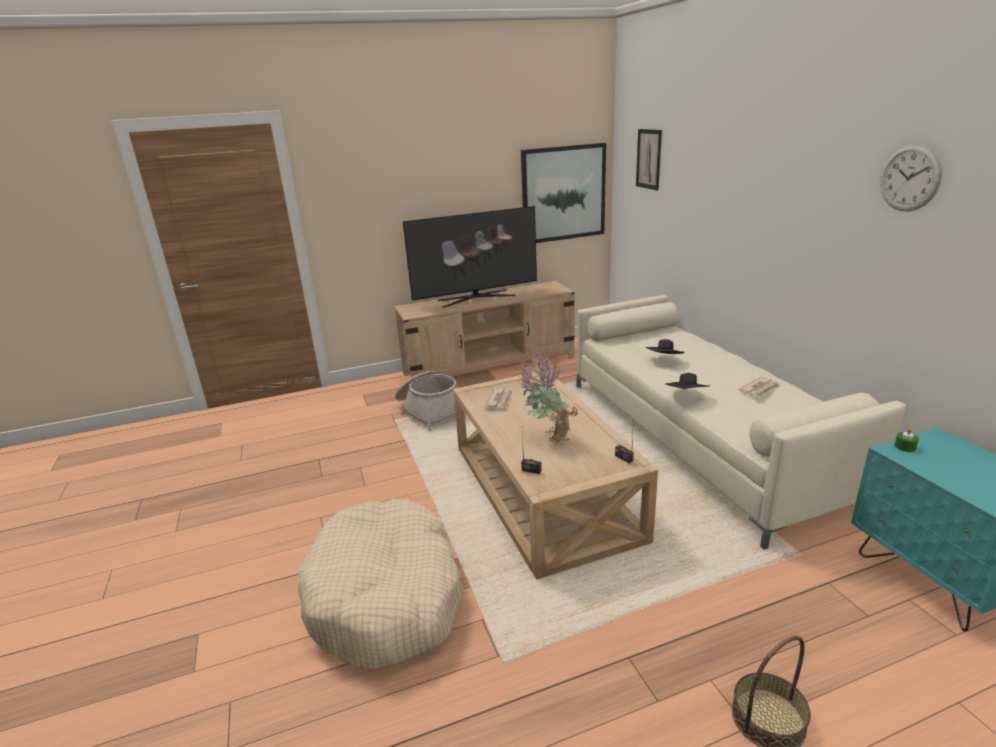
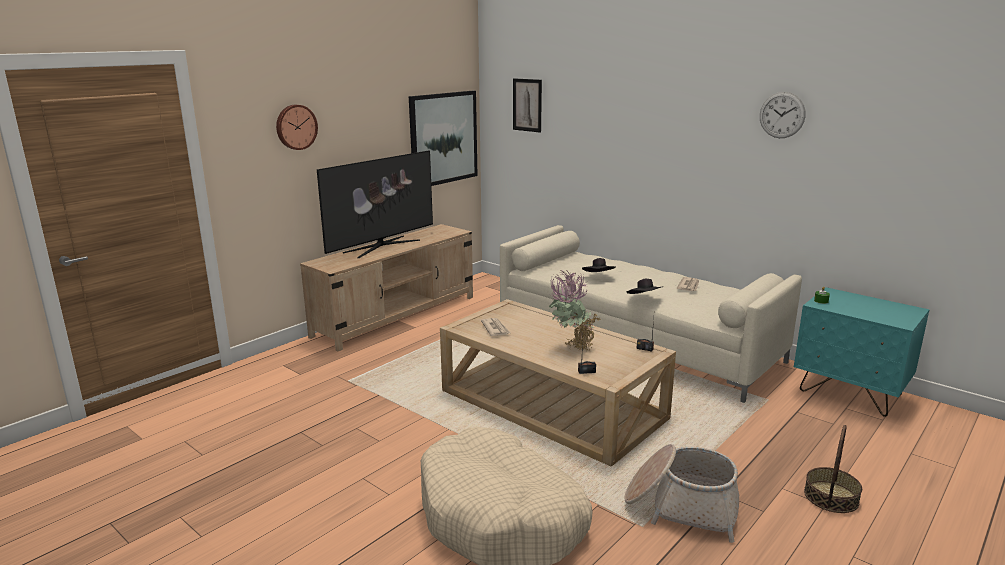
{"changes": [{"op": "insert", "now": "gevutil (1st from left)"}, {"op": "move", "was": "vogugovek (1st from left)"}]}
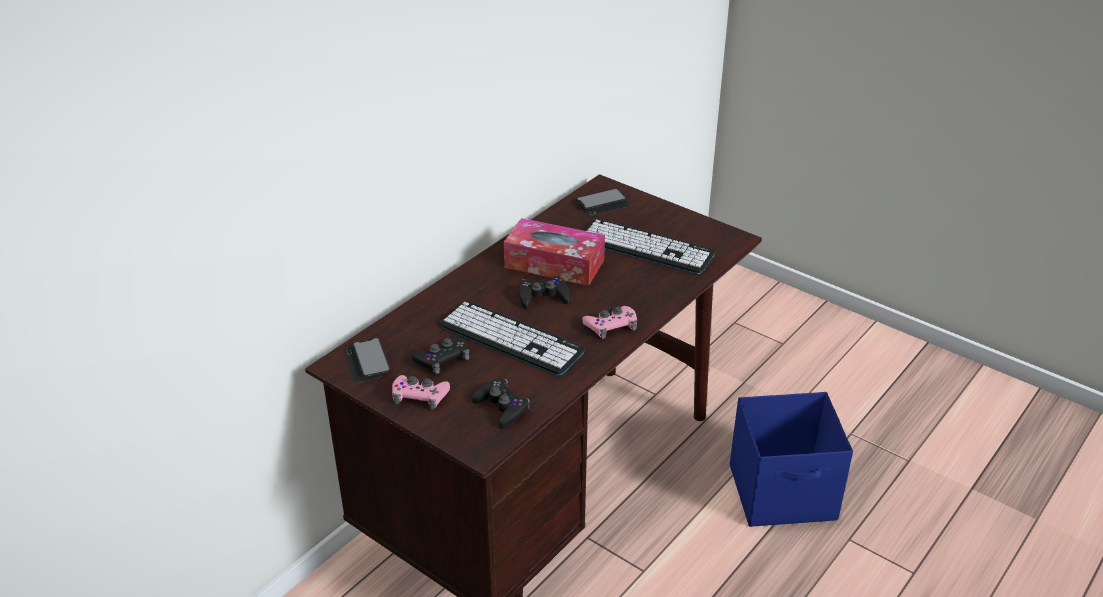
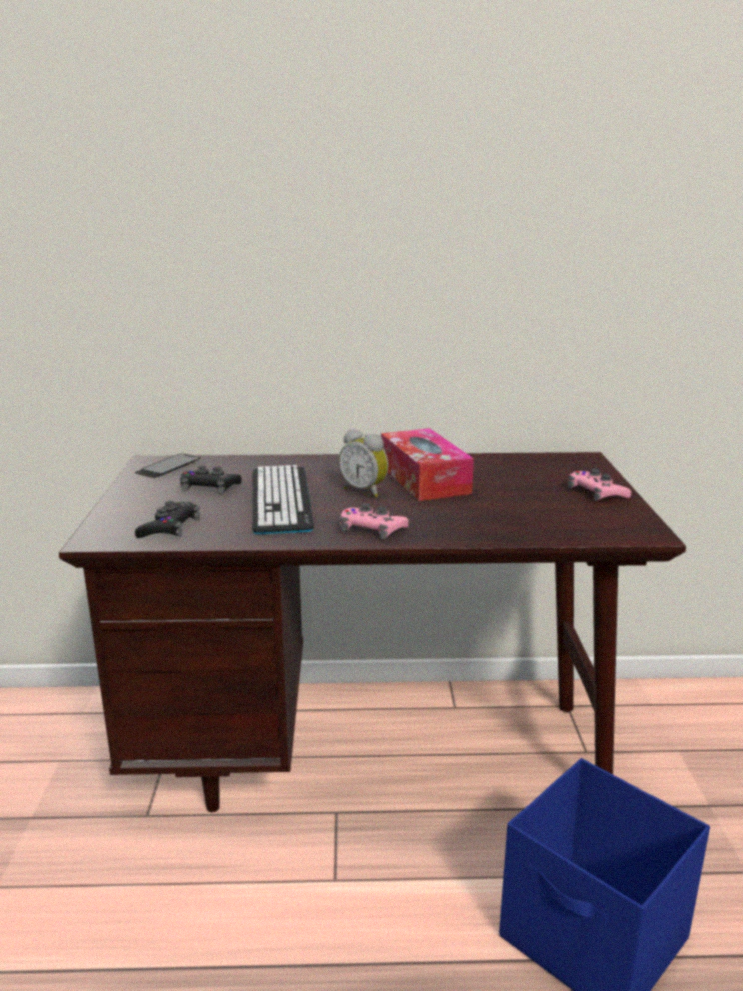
{"changes": [{"op": "replace", "was": "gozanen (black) (3rd from left)", "now": "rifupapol"}, {"op": "move", "was": "gozanen (pink) (1st from left in the first image)", "now": "gozanen (pink) (2nd from left)"}, {"op": "delete", "was": "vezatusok (2nd from left)"}, {"op": "delete", "was": "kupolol (2nd from left)"}]}
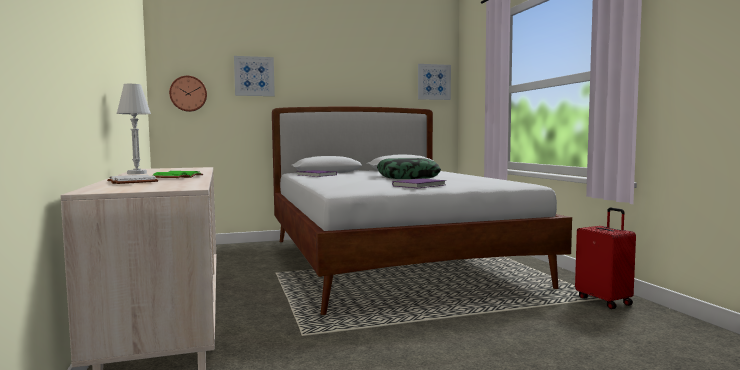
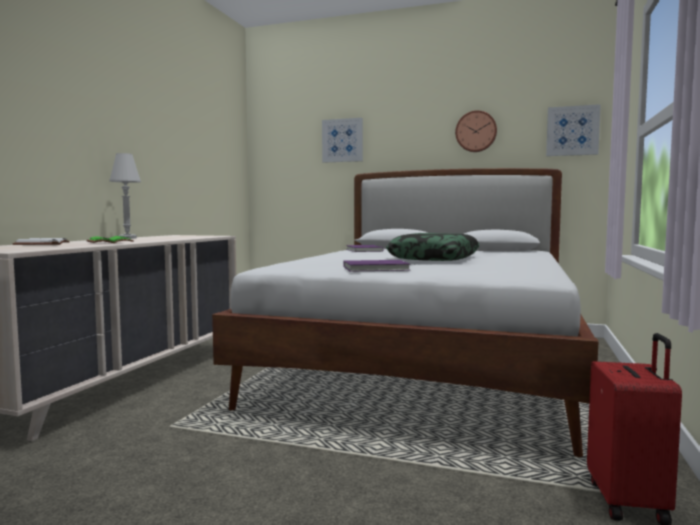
{"changes": [{"op": "move", "was": "gevutil"}]}
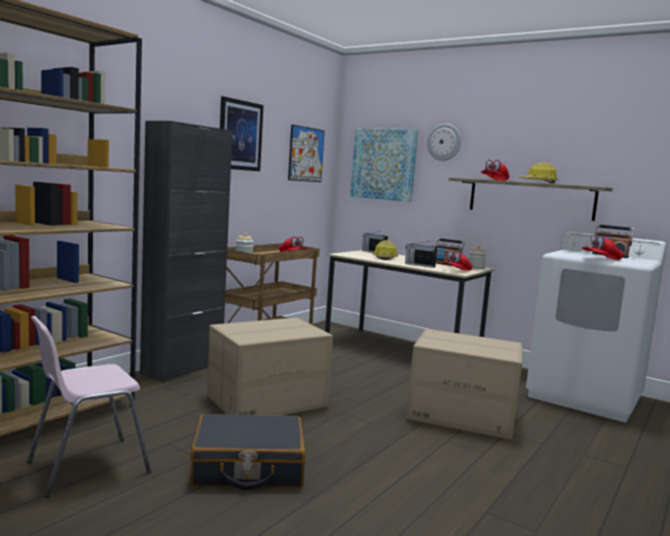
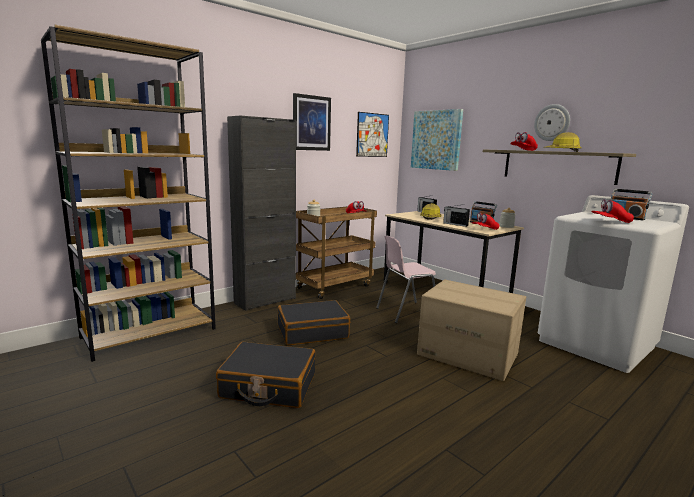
{"changes": [{"op": "replace", "was": "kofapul (1st from left)", "now": "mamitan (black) (2nd from left)"}, {"op": "move", "was": "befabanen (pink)"}, {"op": "move", "was": "gevutil"}]}
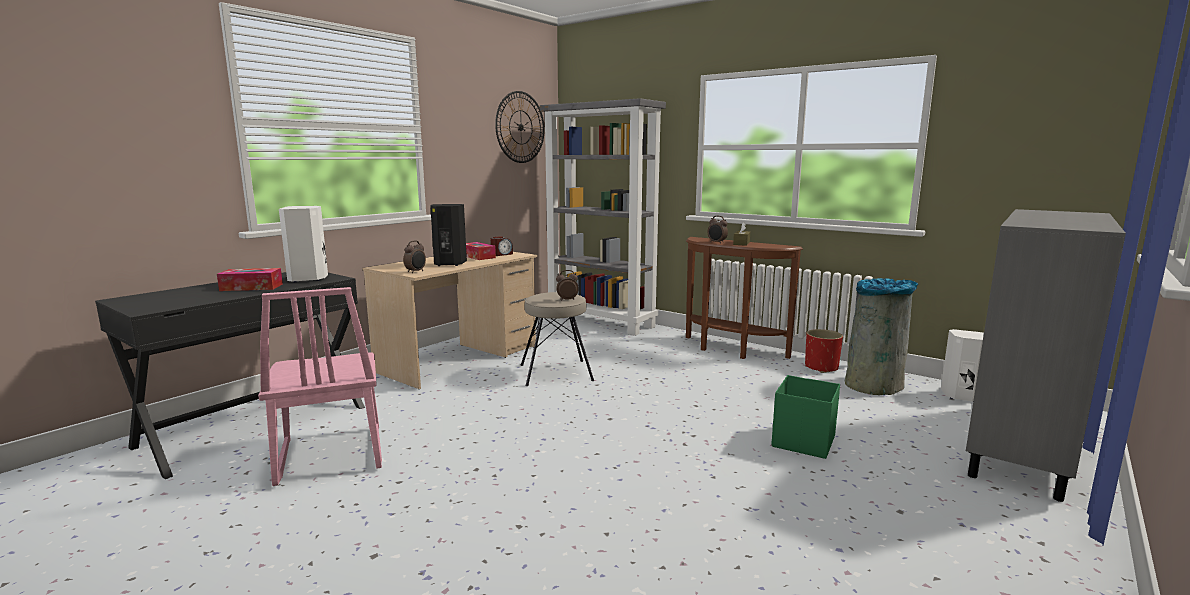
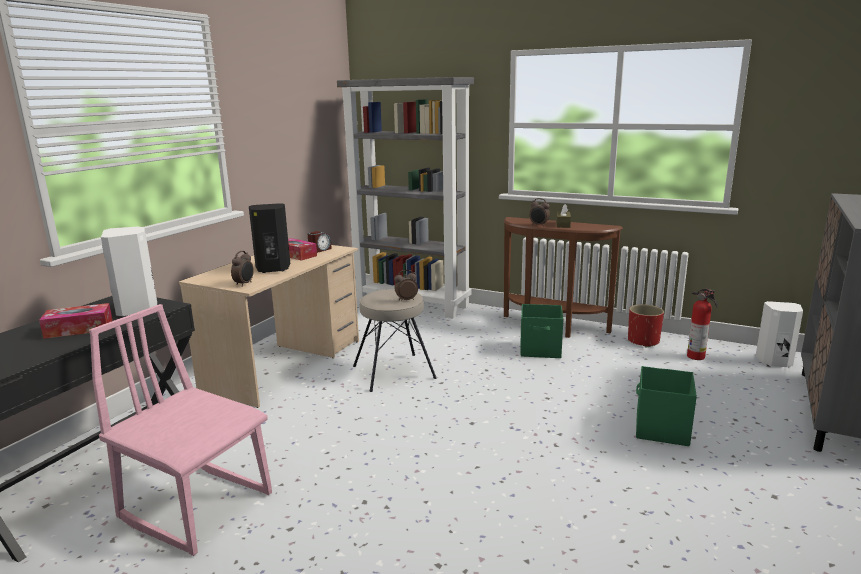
{"changes": [{"op": "rotate", "was": "befabanen (pink)", "clockwise": 150}, {"op": "insert", "now": "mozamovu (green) (1st from left)"}, {"op": "replace", "was": "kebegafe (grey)", "now": "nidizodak"}, {"op": "delete", "was": "gevutil"}]}
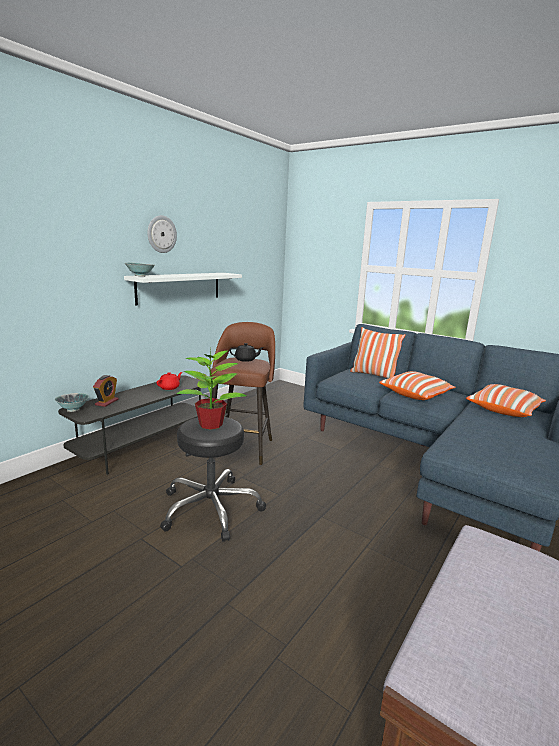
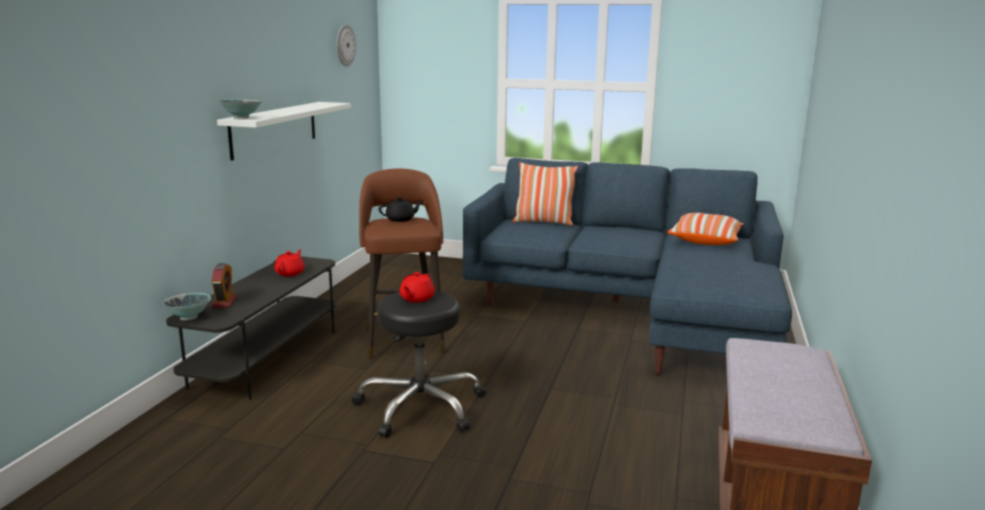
{"changes": [{"op": "move", "was": "gevutil"}, {"op": "replace", "was": "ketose", "now": "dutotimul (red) (2nd from left)"}, {"op": "delete", "was": "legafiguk (2nd from left)"}]}
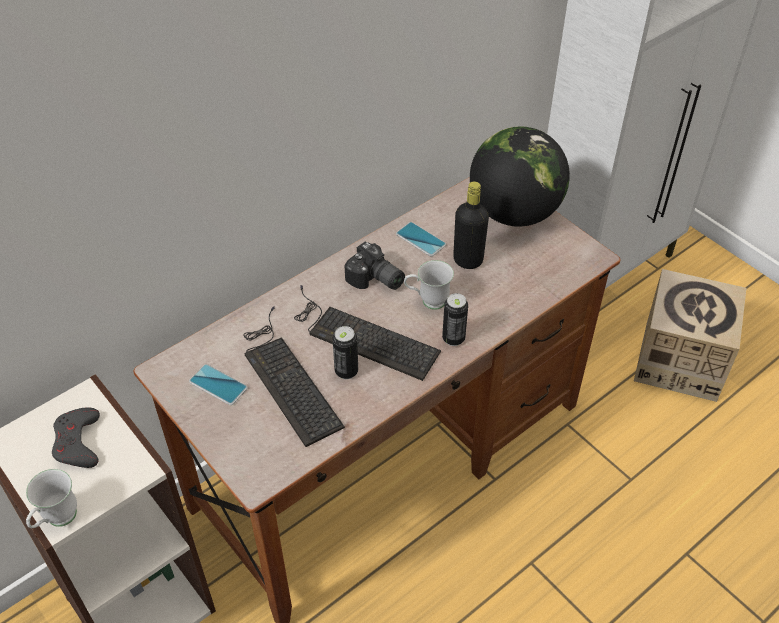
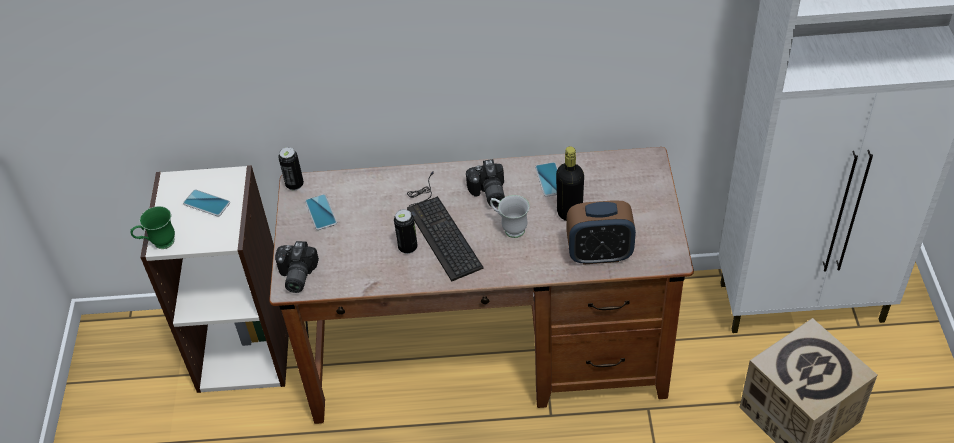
{"changes": [{"op": "recolor", "was": "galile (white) (1st from left)", "now": "galile (green)"}, {"op": "replace", "was": "gozanen (grey)", "now": "vezatusok (1st from left)"}, {"op": "insert", "now": "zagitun (1st from left)"}, {"op": "move", "was": "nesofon (2nd from left in the first image)", "now": "nesofon (1st from left)"}, {"op": "insert", "now": "rifupapol"}, {"op": "delete", "was": "kupolol (1st from left)"}, {"op": "delete", "was": "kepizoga"}]}
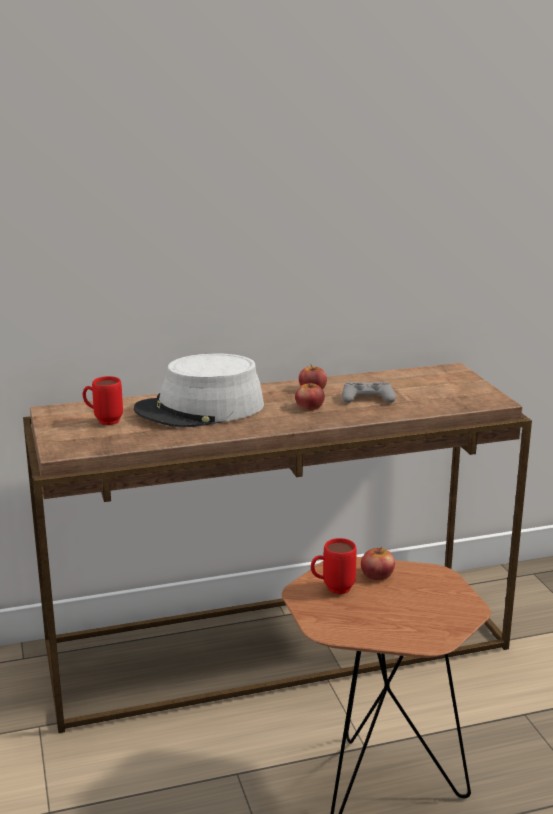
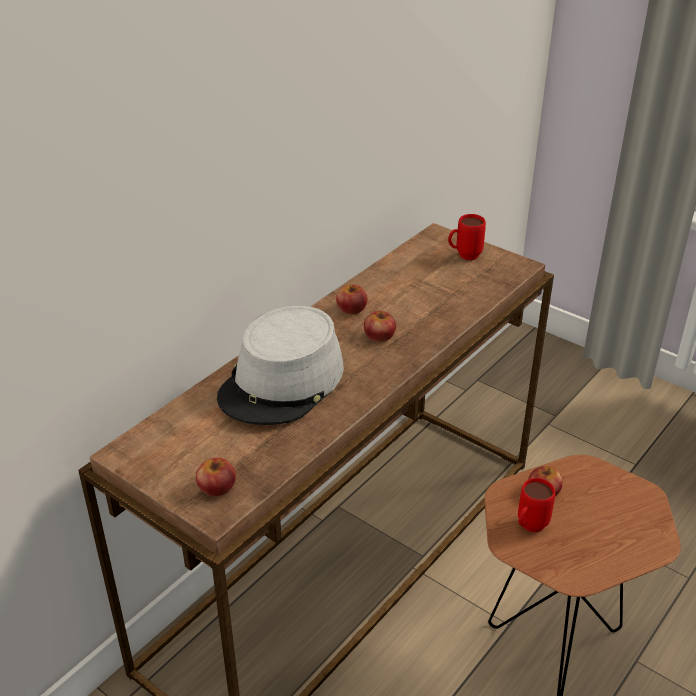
{"changes": [{"op": "insert", "now": "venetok (1st from left)"}, {"op": "move", "was": "galile (red) (1st from left)"}, {"op": "delete", "was": "gozanen (grey)"}]}
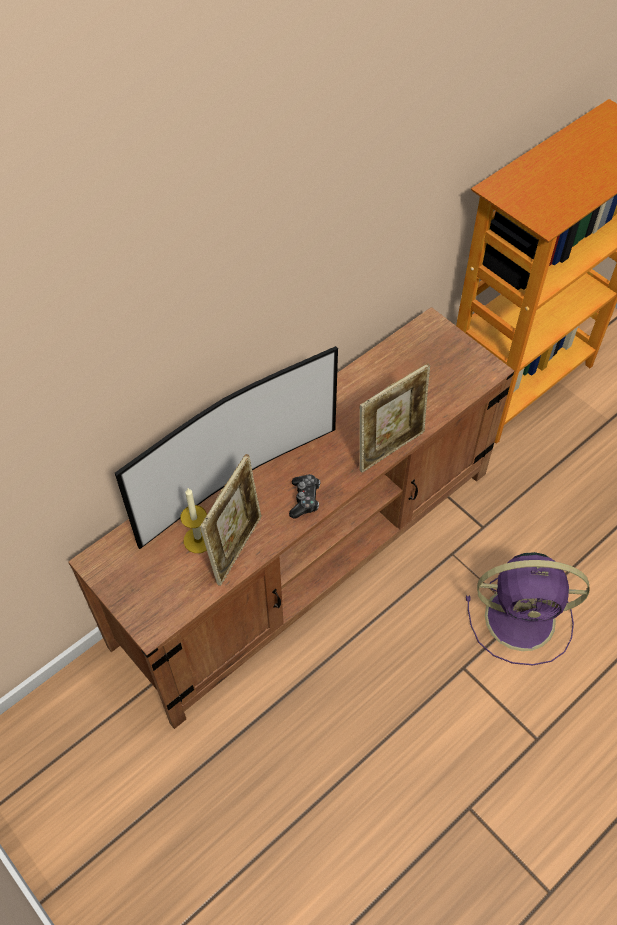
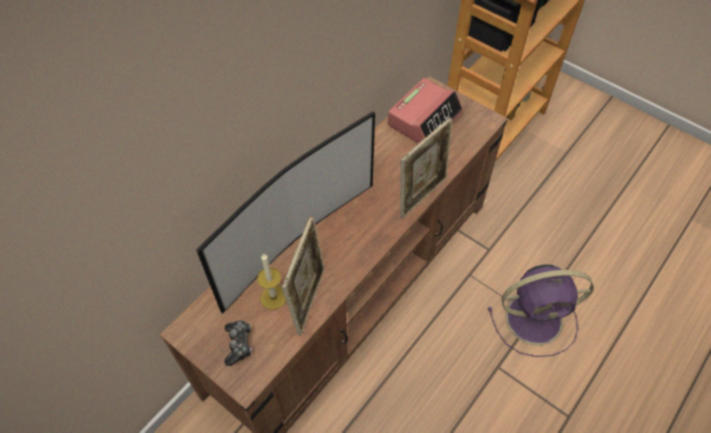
{"changes": [{"op": "move", "was": "gozanen"}, {"op": "insert", "now": "rifupapol"}]}
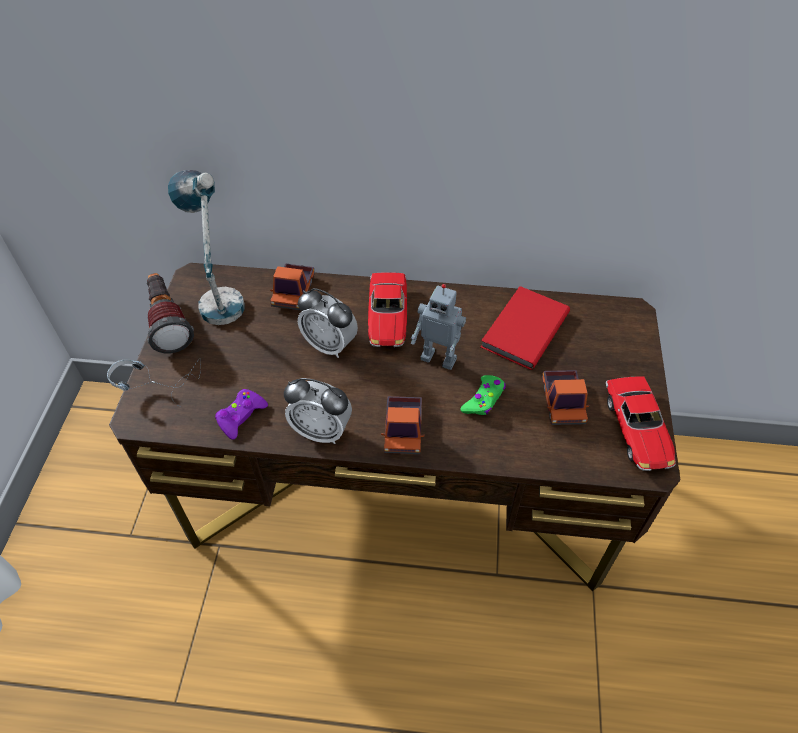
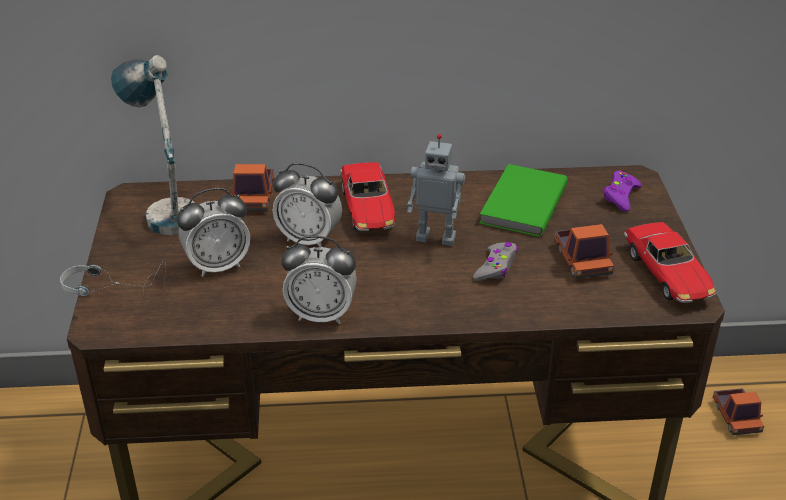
{"changes": [{"op": "insert", "now": "rifupapol (1st from left)"}, {"op": "recolor", "was": "gozanen (green)", "now": "gozanen (grey)"}, {"op": "recolor", "was": "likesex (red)", "now": "likesex (green)"}, {"op": "move", "was": "gozanen (purple)"}, {"op": "move", "was": "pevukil (2nd from left in the first image)", "now": "pevukil (3rd from left)"}, {"op": "delete", "was": "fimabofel"}]}
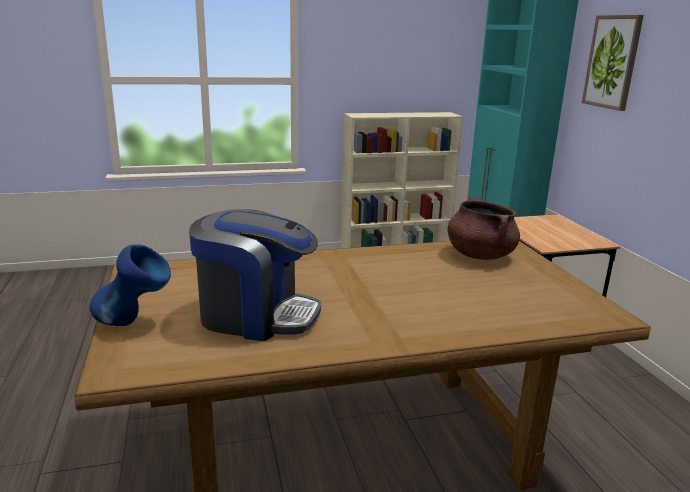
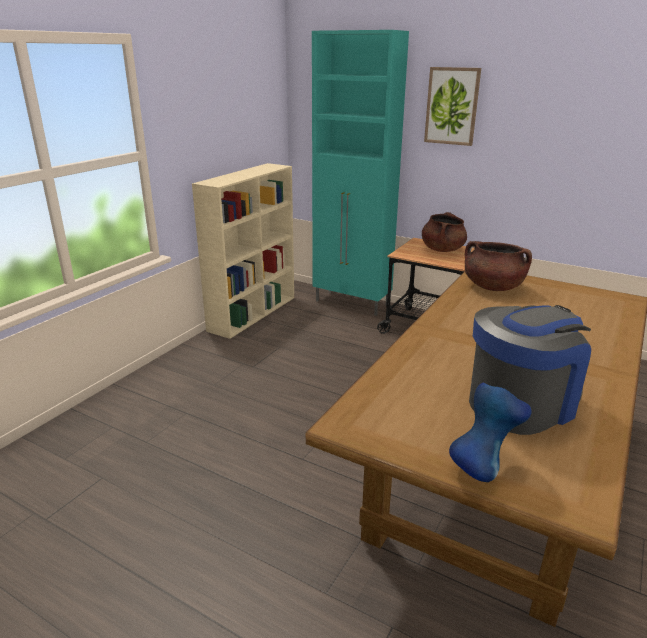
{"changes": [{"op": "insert", "now": "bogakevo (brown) (1st from left)"}]}
